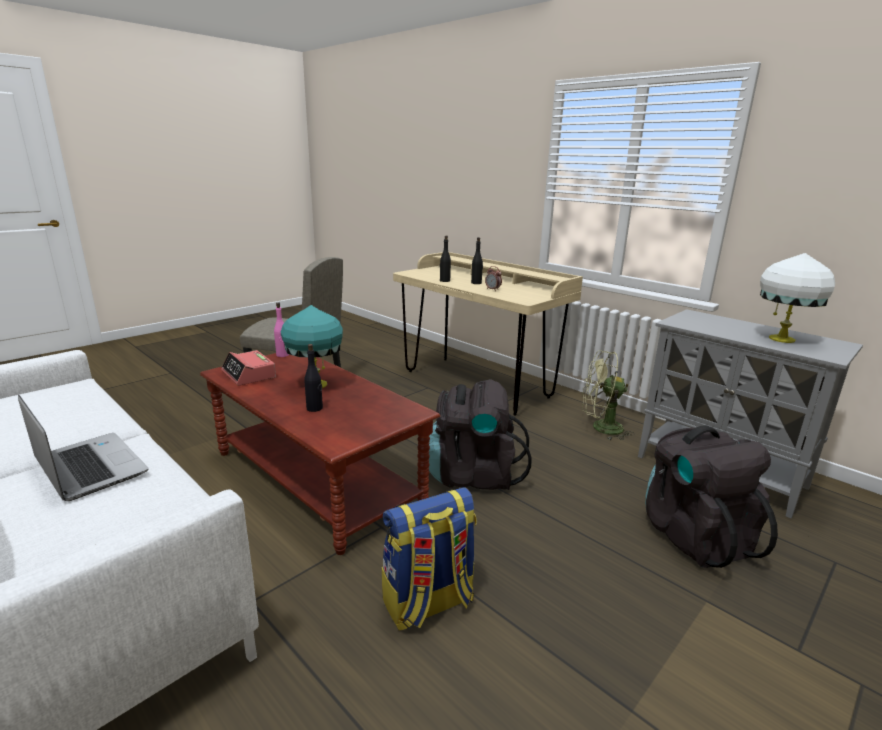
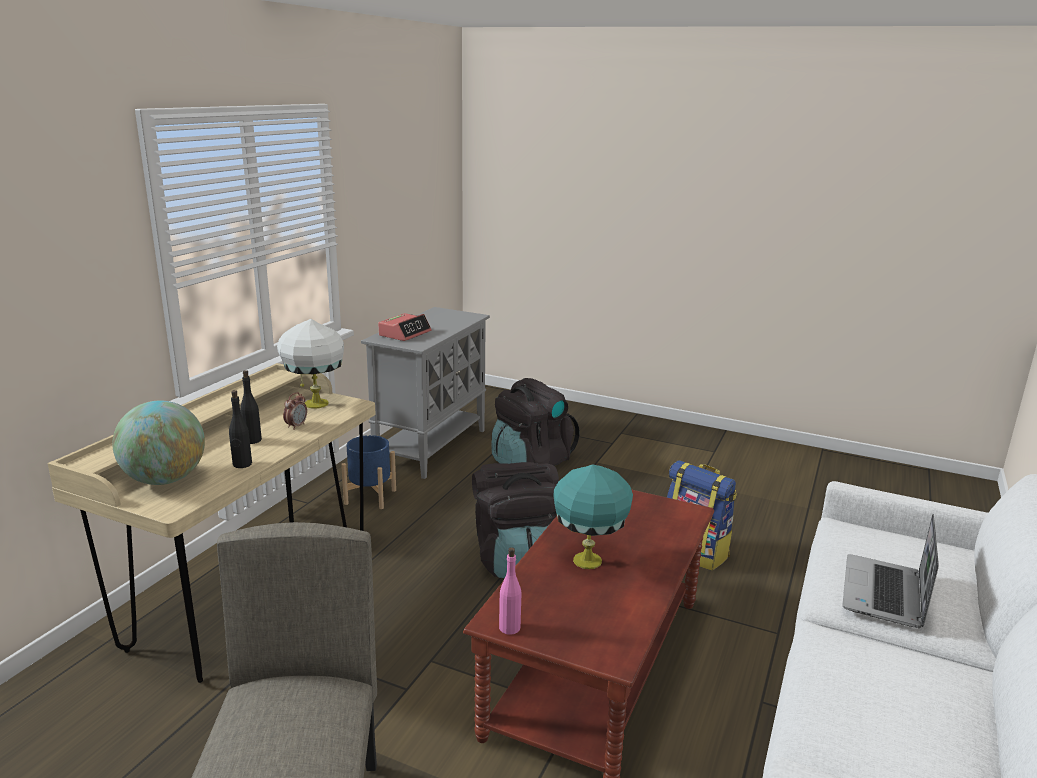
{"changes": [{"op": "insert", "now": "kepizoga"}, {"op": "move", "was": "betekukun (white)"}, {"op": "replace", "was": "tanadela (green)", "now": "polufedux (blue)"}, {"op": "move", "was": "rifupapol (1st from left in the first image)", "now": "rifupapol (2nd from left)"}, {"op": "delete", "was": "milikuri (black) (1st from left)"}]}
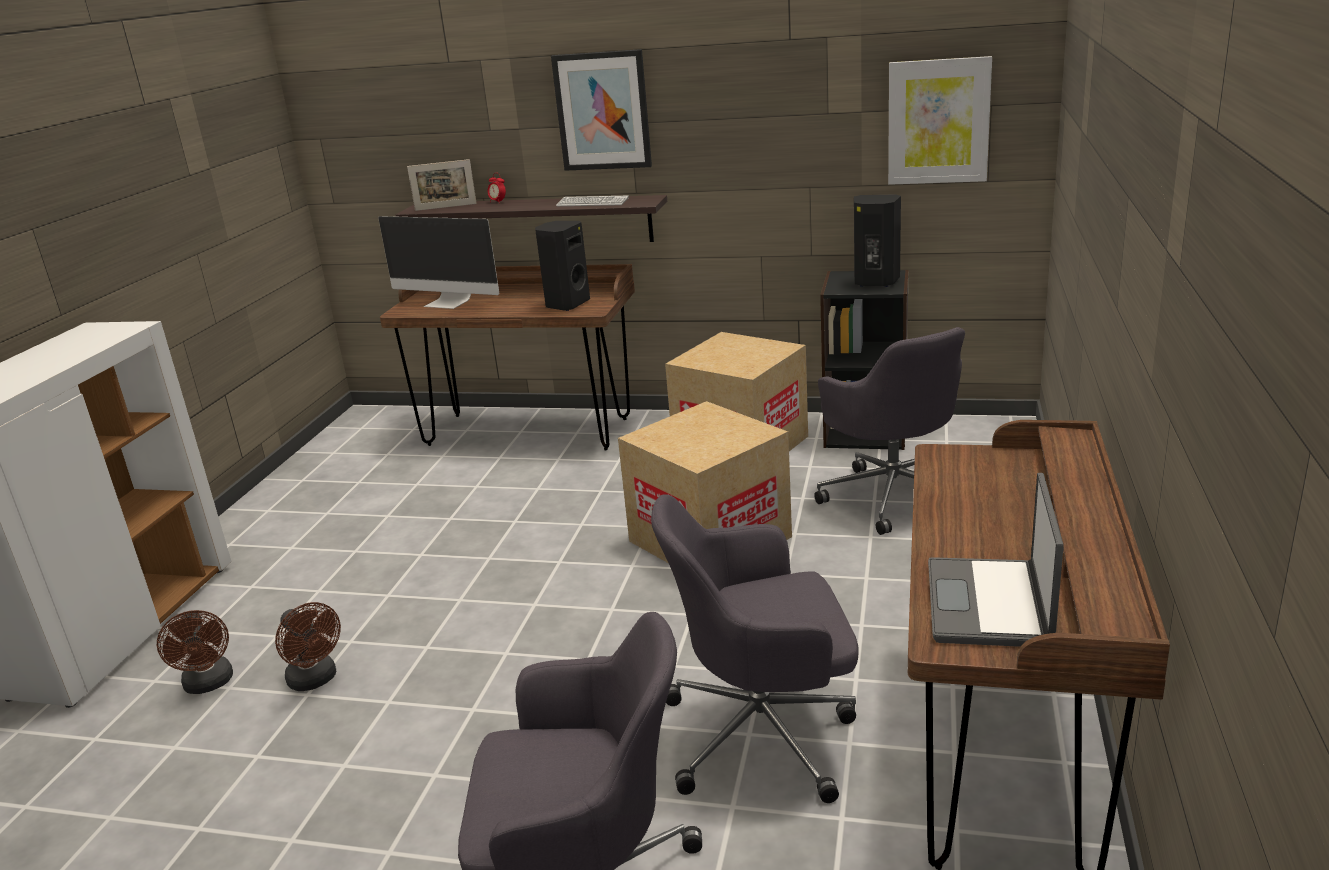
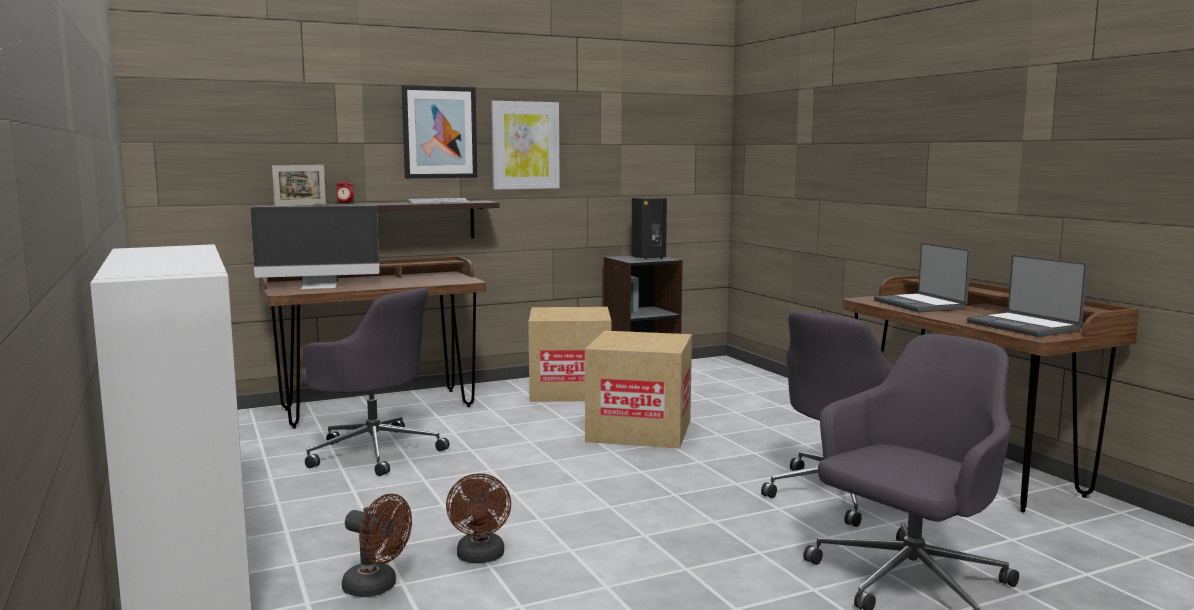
{"changes": [{"op": "move", "was": "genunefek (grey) (3rd from left in the first image)", "now": "genunefek (grey) (1st from left)"}, {"op": "rotate", "was": "tanadela (brown) (2nd from left)", "clockwise": 75}, {"op": "move", "was": "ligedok (2nd from left)"}, {"op": "insert", "now": "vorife (1st from left)"}, {"op": "delete", "was": "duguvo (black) (1st from left)"}]}
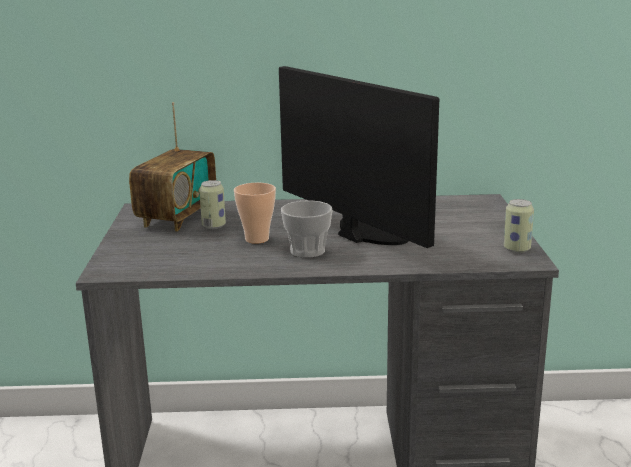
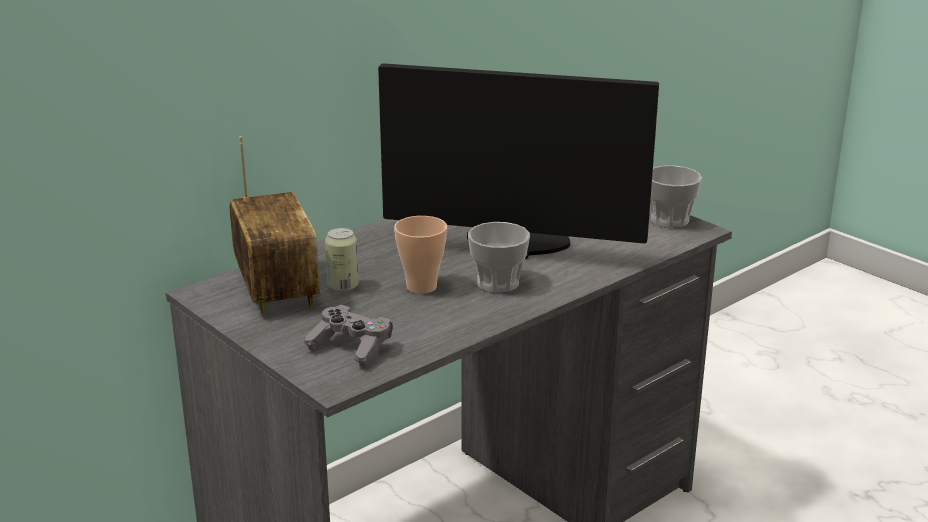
{"changes": [{"op": "insert", "now": "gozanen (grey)"}, {"op": "replace", "was": "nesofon (2nd from left)", "now": "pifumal (3rd from left)"}]}
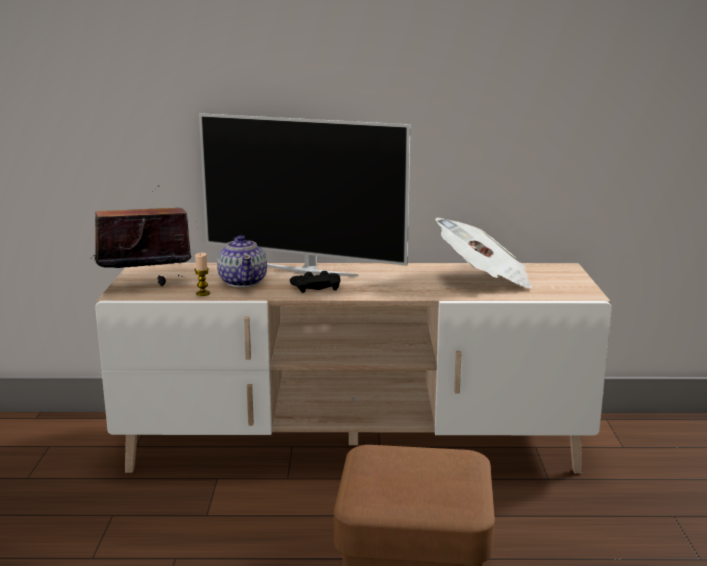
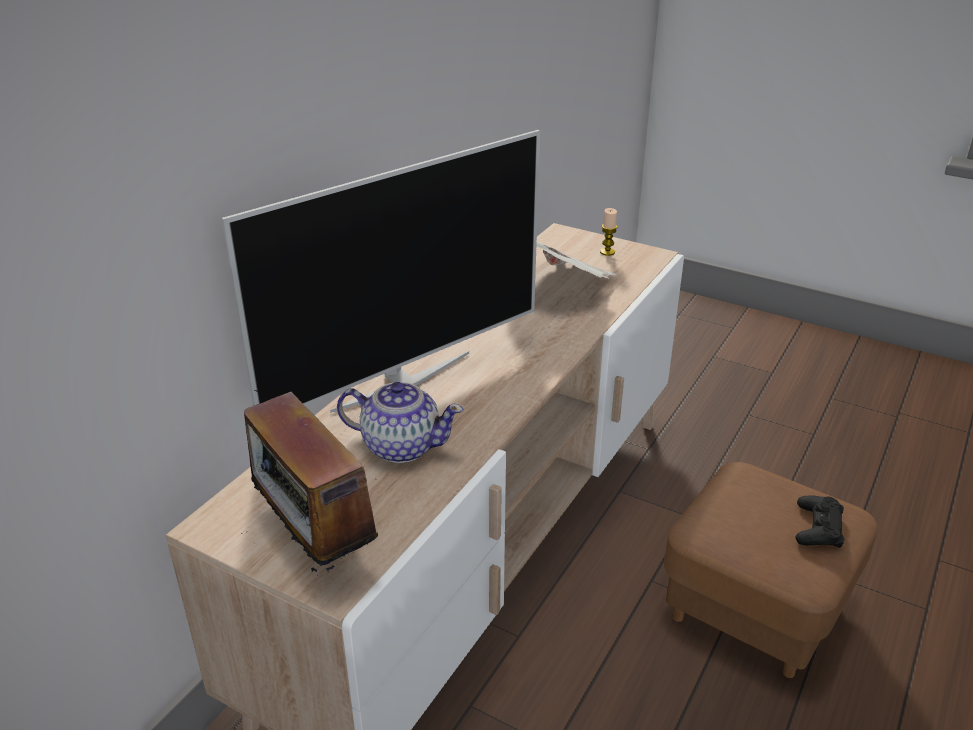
{"changes": [{"op": "rotate", "was": "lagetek", "clockwise": -45}, {"op": "move", "was": "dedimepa"}, {"op": "move", "was": "gozanen (black)"}]}
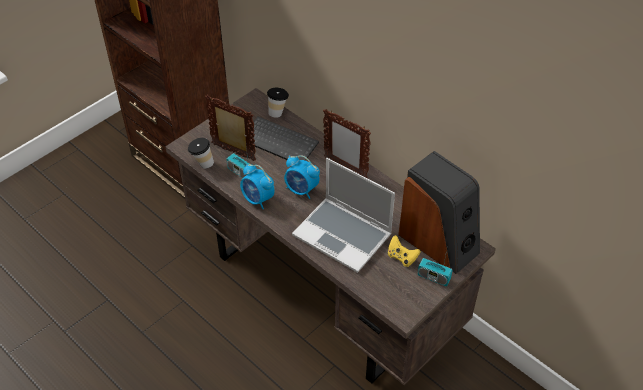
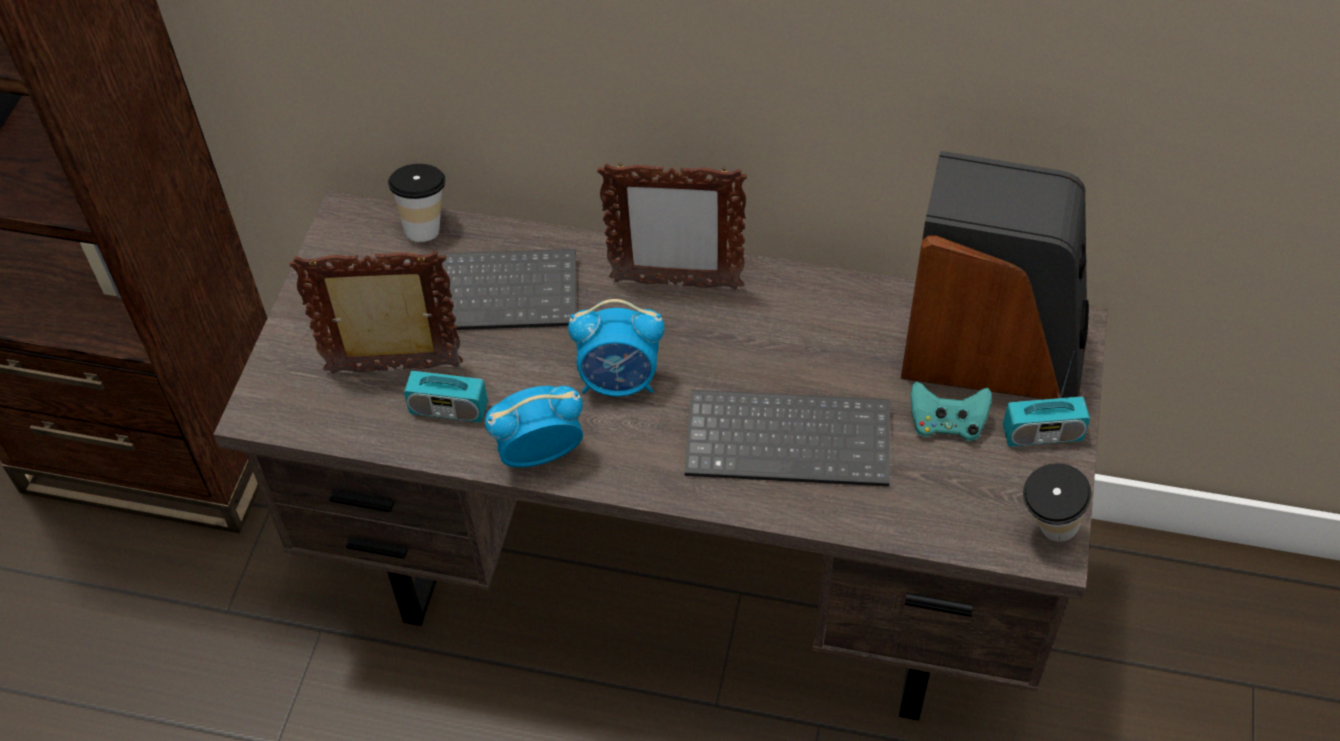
{"changes": [{"op": "rotate", "was": "rifupapol (1st from left)", "clockwise": 150}, {"op": "replace", "was": "vorife", "now": "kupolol (2nd from left)"}, {"op": "recolor", "was": "gozanen (yellow)", "now": "gozanen (turquoise)"}, {"op": "move", "was": "pifumal (1st from left in the first image)", "now": "pifumal (2nd from left)"}]}
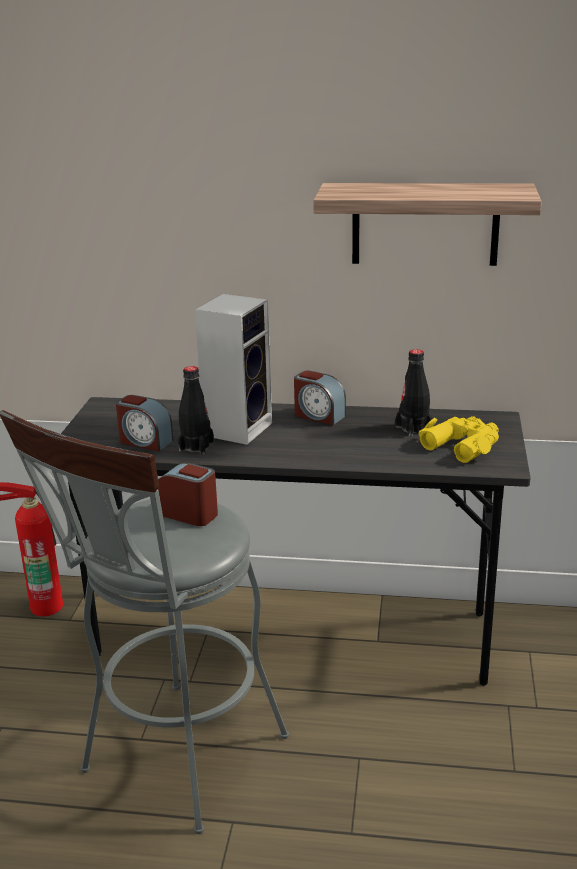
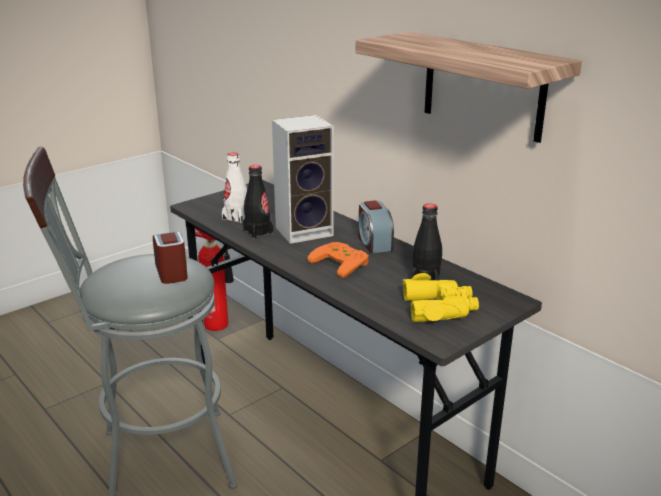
{"changes": [{"op": "replace", "was": "rifupapol (1st from left)", "now": "milikuri (white)"}, {"op": "insert", "now": "gozanen (orange)"}]}
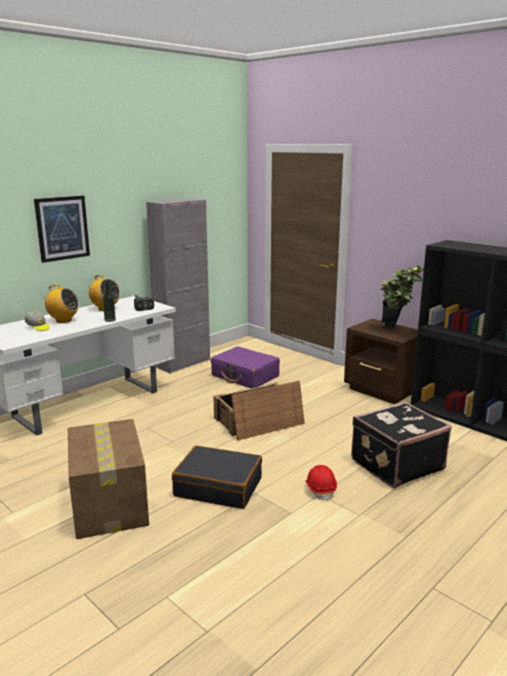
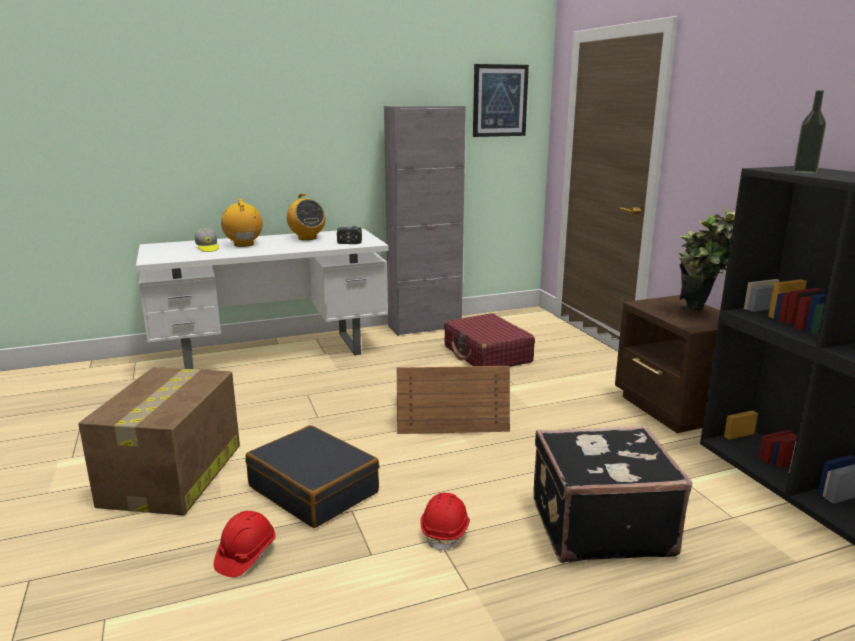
{"changes": [{"op": "insert", "now": "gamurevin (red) (1st from left)"}, {"op": "rotate", "was": "lagetek (1st from left)", "clockwise": -150}, {"op": "recolor", "was": "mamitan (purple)", "now": "mamitan (red)"}, {"op": "move", "was": "ligedok"}, {"op": "move", "was": "milikuri"}]}
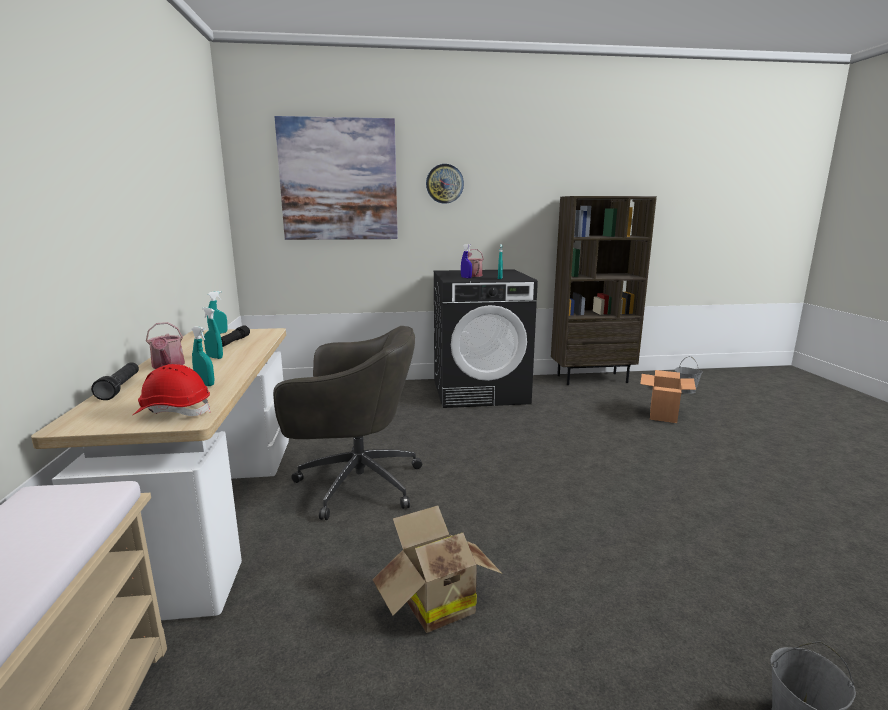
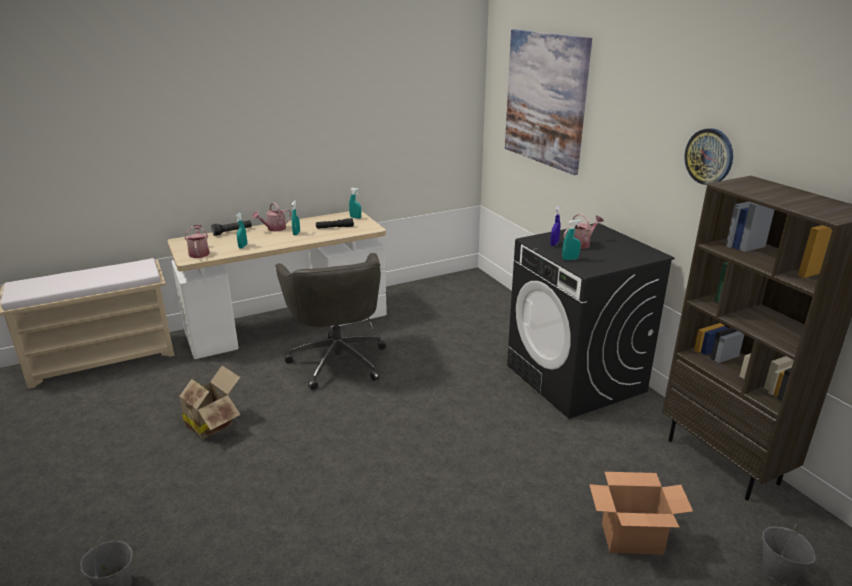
{"changes": [{"op": "replace", "was": "gamurevin (red)", "now": "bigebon (1st from left)"}, {"op": "move", "was": "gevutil"}]}
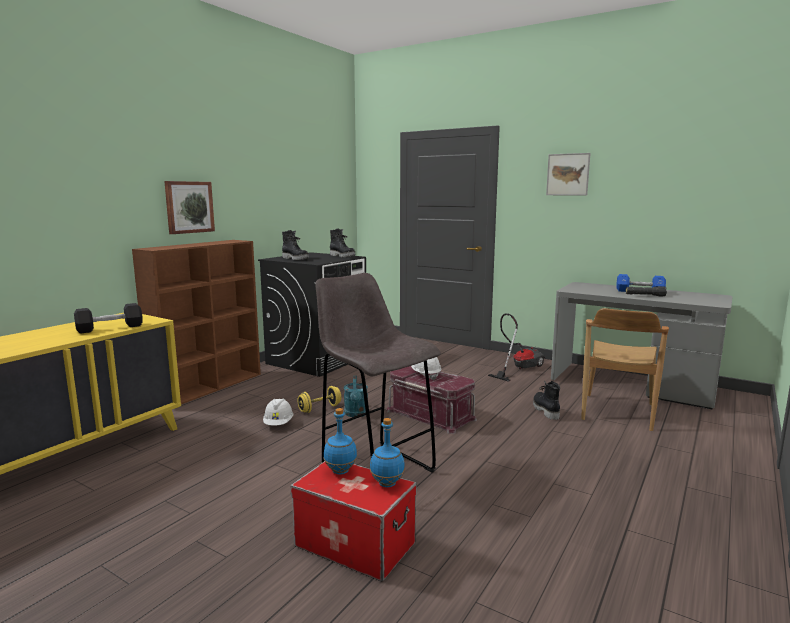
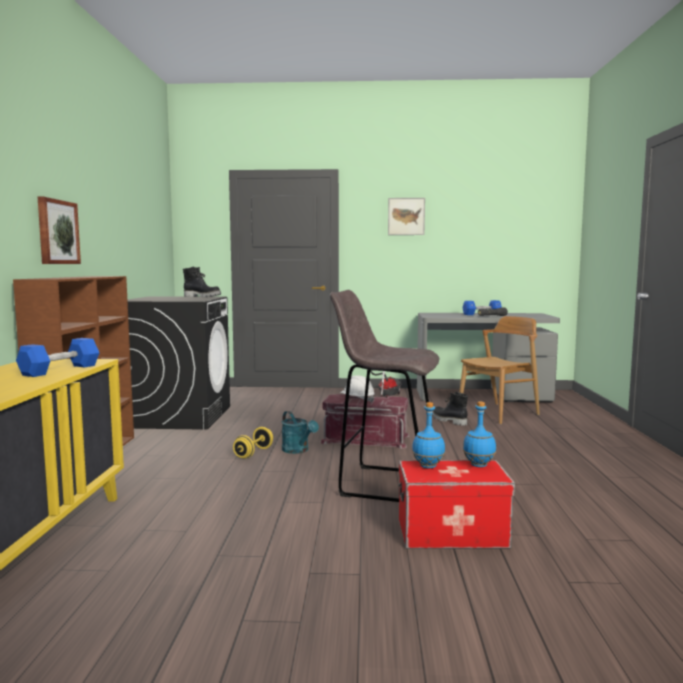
{"changes": [{"op": "recolor", "was": "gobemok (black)", "now": "gobemok (blue) (1st from left)"}, {"op": "rotate", "was": "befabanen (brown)", "clockwise": -120}, {"op": "delete", "was": "gamurevin (white) (1st from left)"}, {"op": "delete", "was": "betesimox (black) (1st from left)"}]}
